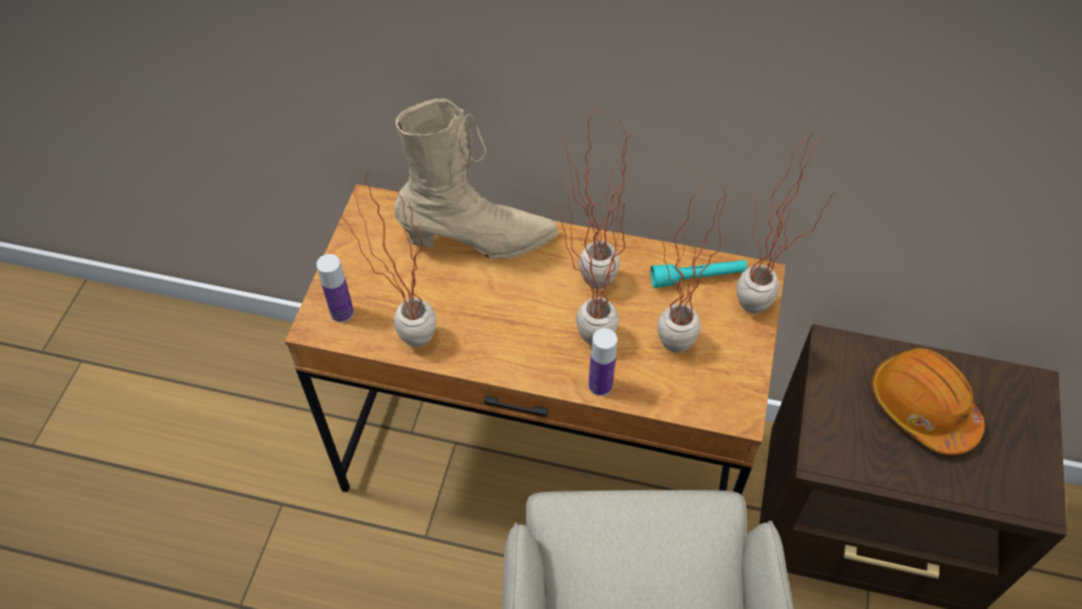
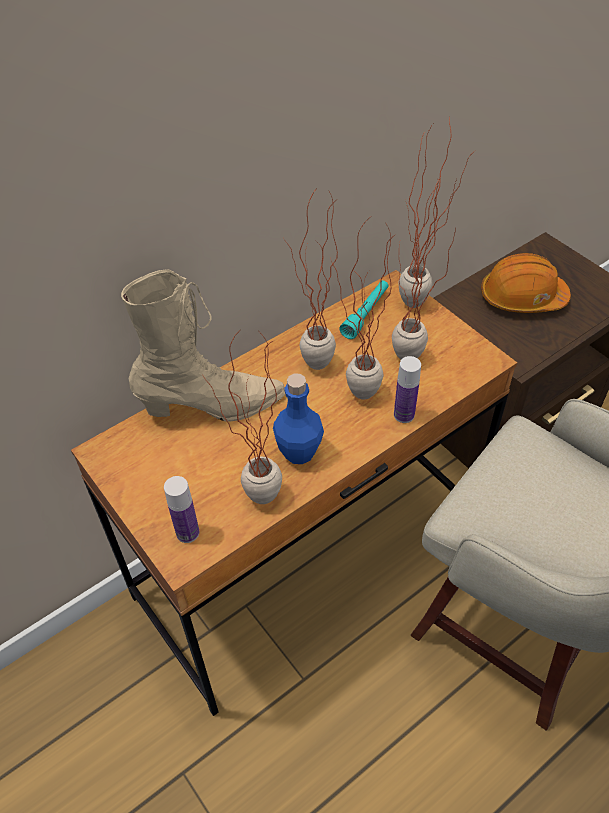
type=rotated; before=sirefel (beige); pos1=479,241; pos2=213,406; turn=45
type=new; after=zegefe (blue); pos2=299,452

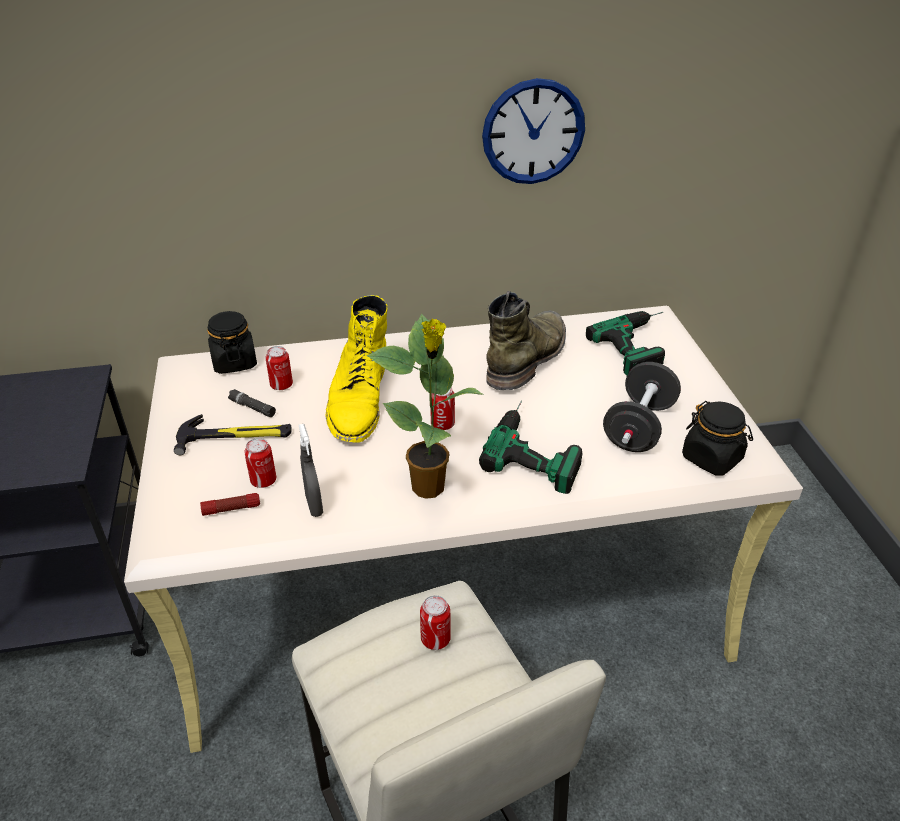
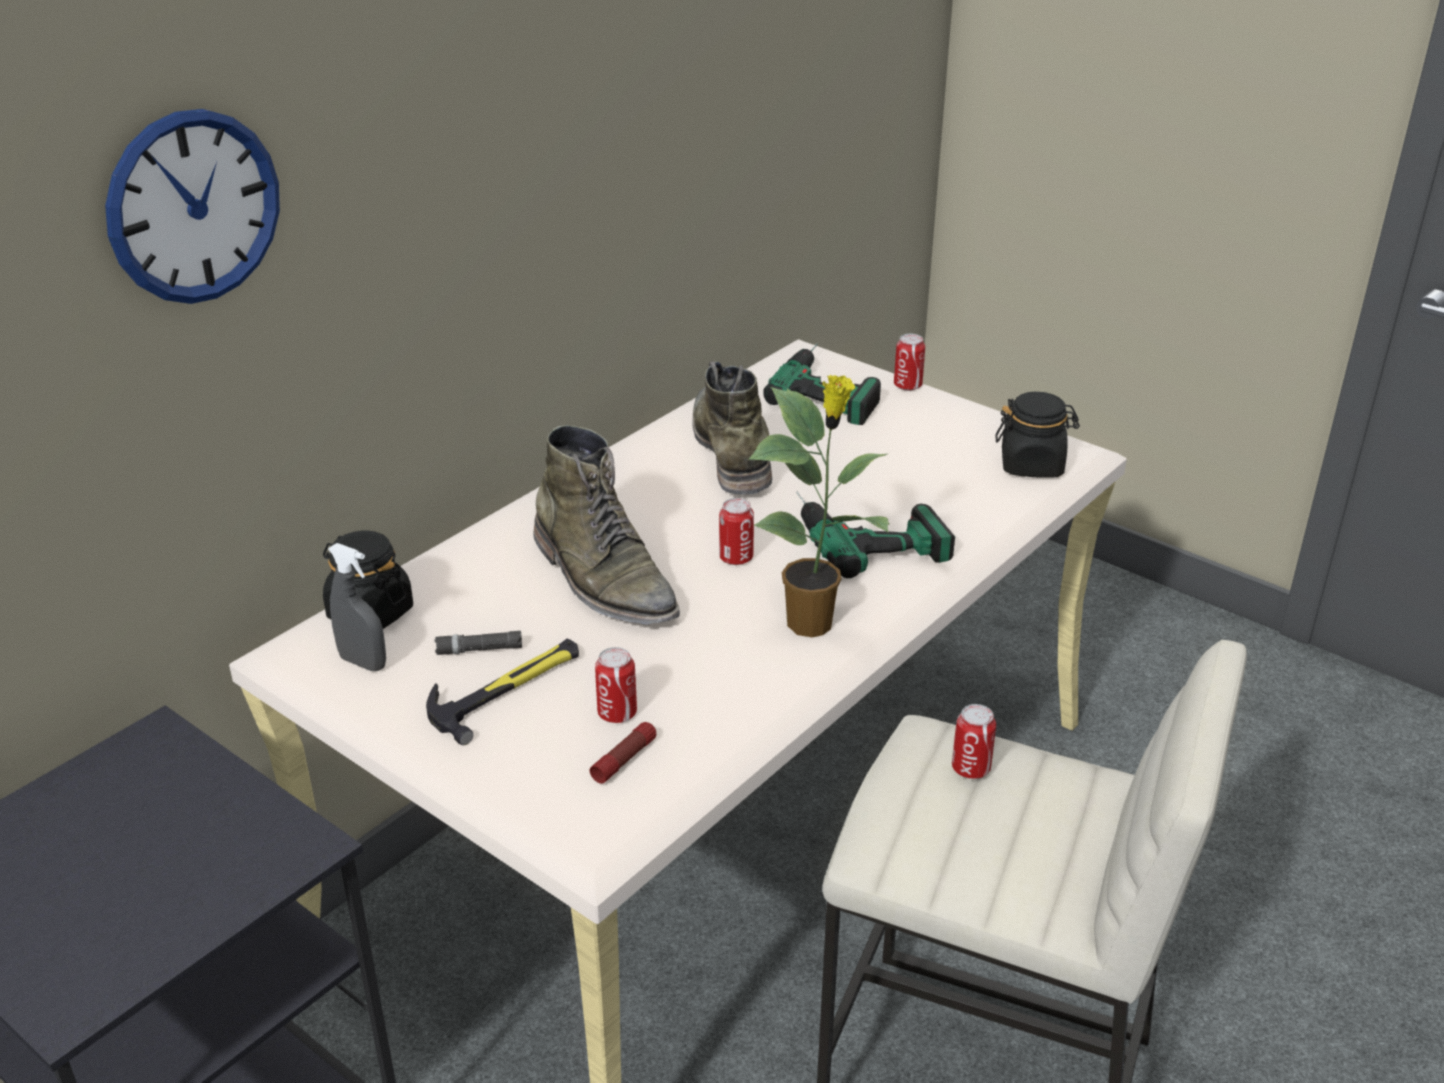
type=shifted; before=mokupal; pos1=533,132; pos2=194,207
type=shifted; before=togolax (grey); pos1=314,505; pos2=363,662
type=repainted; before=sirefel (yellow); after=sirefel (green); pos1=359,400; pos2=603,579
type=shifted; before=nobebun; pos1=281,385; pos2=907,385
type=gone; before=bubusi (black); pos1=638,427

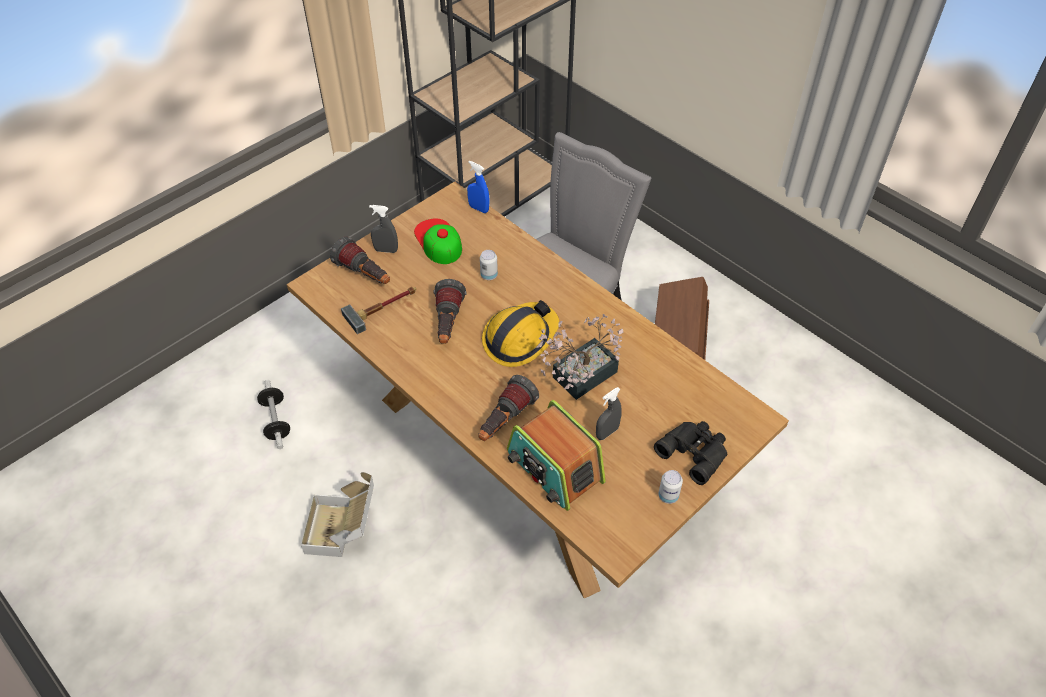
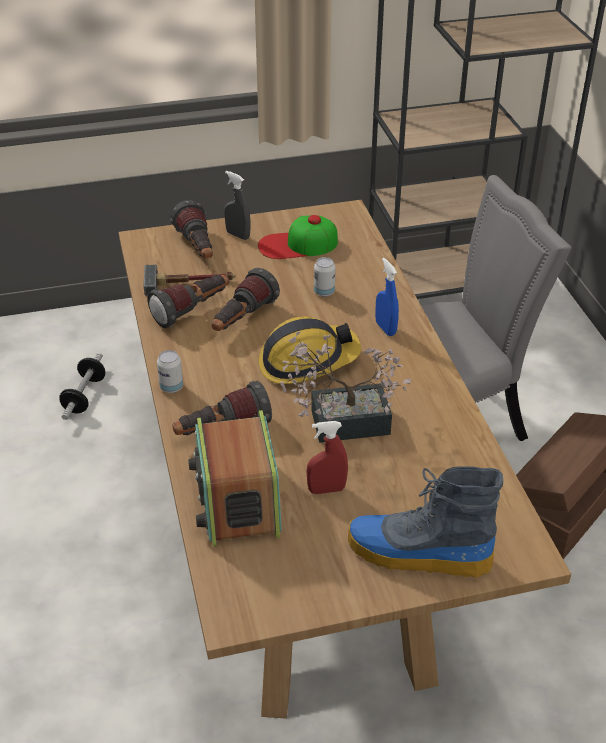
type=new; after=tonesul; pos2=193,311
type=shifted; before=nobebun; pos1=668,496; pos2=171,387
type=rotated; before=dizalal; pos1=438,241; pos2=297,244; turn=-105
type=repainted; before=togolax (grey); after=togolax (red); pos1=607,432; pos2=326,489
type=swapped; before=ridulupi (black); after=sirefel; pos1=695,451; pos2=417,554
type=shifted; before=togolax (blue); pos1=478,208; pos2=385,328
type=gone; before=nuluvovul; pos1=344,531

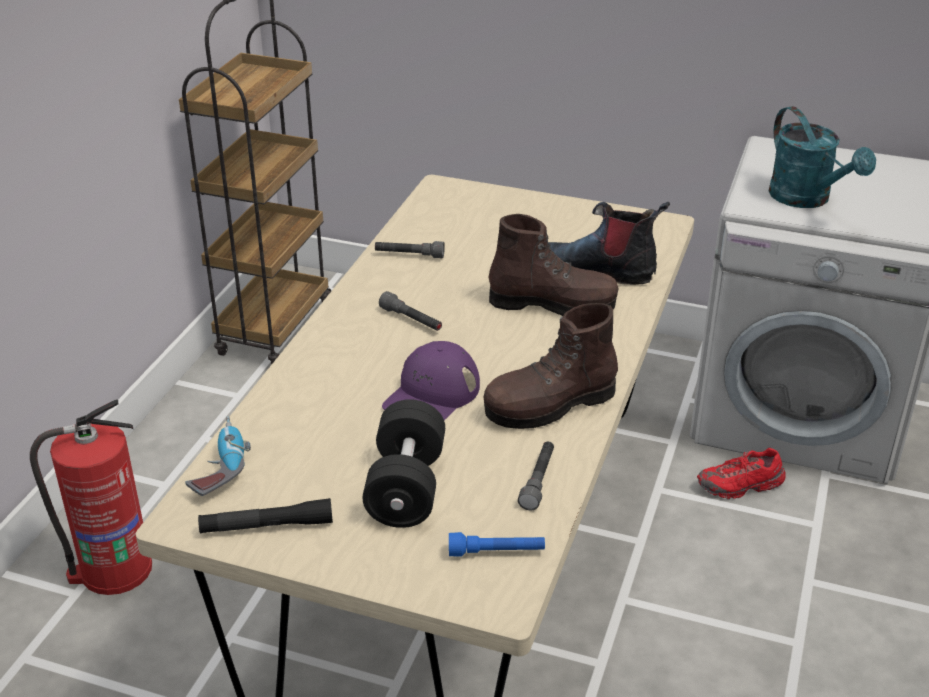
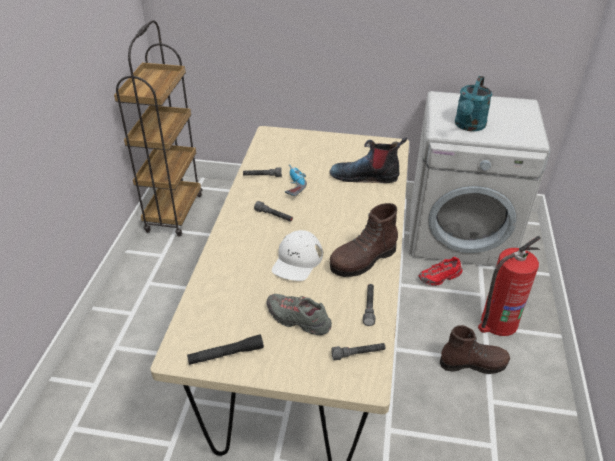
type=swapped; before=bubusi (black); after=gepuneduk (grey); pos1=406,487; pos2=298,320
type=repainted; before=dizalal (purple); after=dizalal (white); pos1=431,394; pos2=297,261
type=shifted; before=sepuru; pos1=219,466; pos2=292,185
type=repainted; before=tonesul (blue); after=tonesul (grey); pos1=496,552; pos2=358,354
type=shifted; before=sirefel (brown); pos1=553,304; pos2=473,363
type=rotated; before=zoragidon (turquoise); pos1=807,199; pos2=468,126; turn=60
type=shifted; before=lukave; pos1=114,570; pos2=498,322

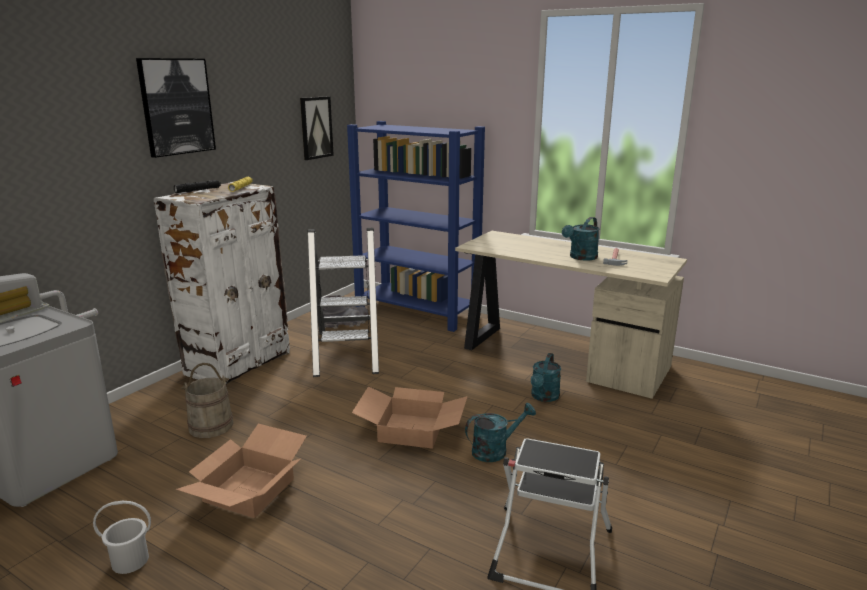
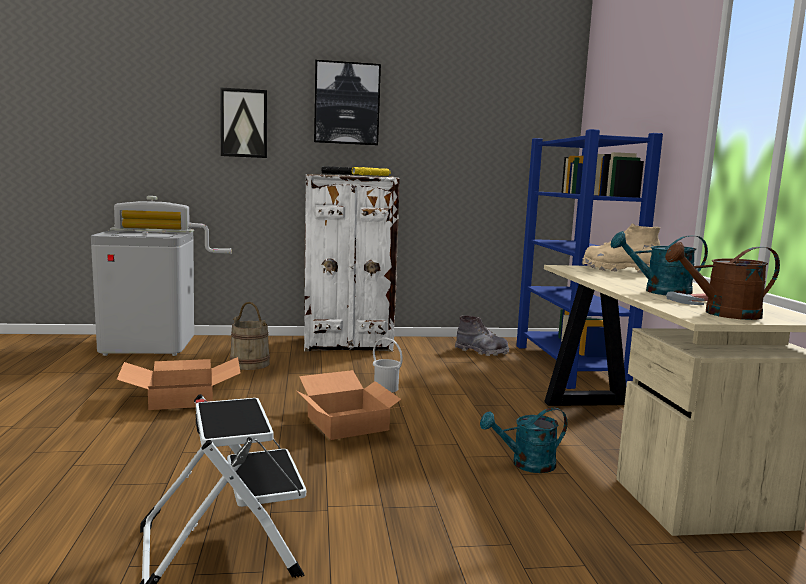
type=shifted; before=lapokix; pos1=316,127; pos2=244,123
type=shifted; before=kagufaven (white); pos1=130,560; pos2=386,388
type=new; after=sirefel (beige); pos2=619,270
type=new; after=zoragidon (brown); pos2=722,314
type=gone; before=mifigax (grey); pos1=347,351
type=gone; before=zoragidon (turquoise); pos1=495,450

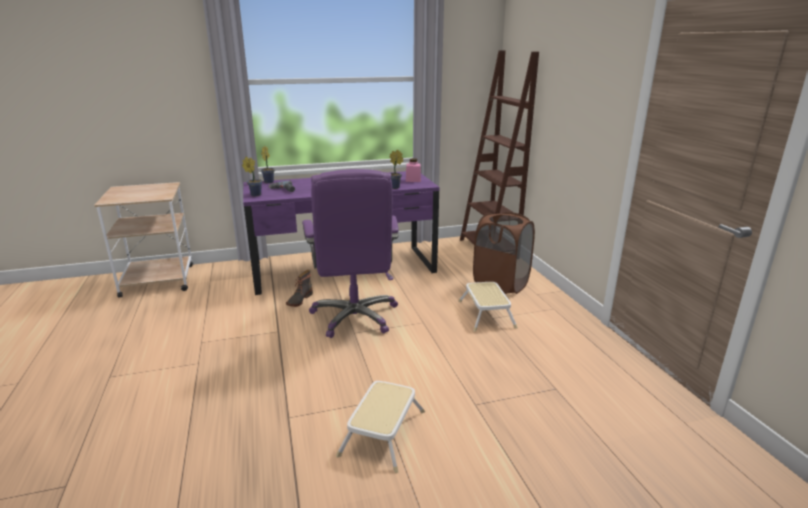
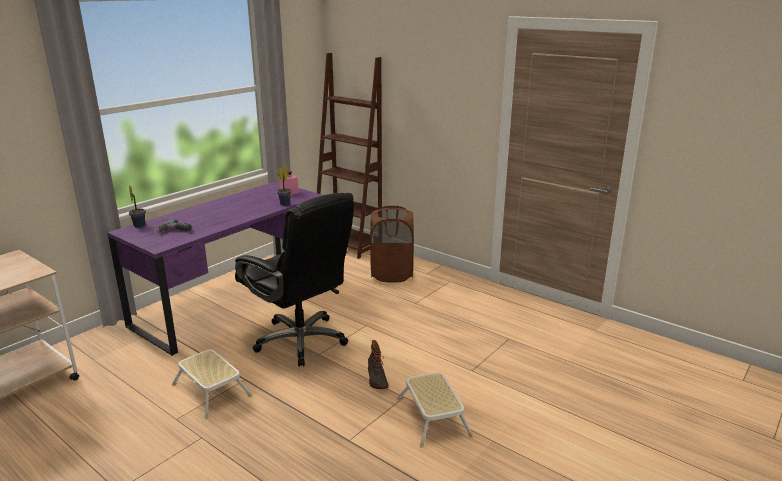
type=shifted; before=mifigax (beige); pos1=486,314; pos2=211,390
type=repainted; before=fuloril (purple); after=fuloril (black); pos1=354,315; pos2=299,339
type=shifted; before=sirefel; pos1=299,300; pos2=376,378
type=gone; before=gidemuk; pos1=254,195

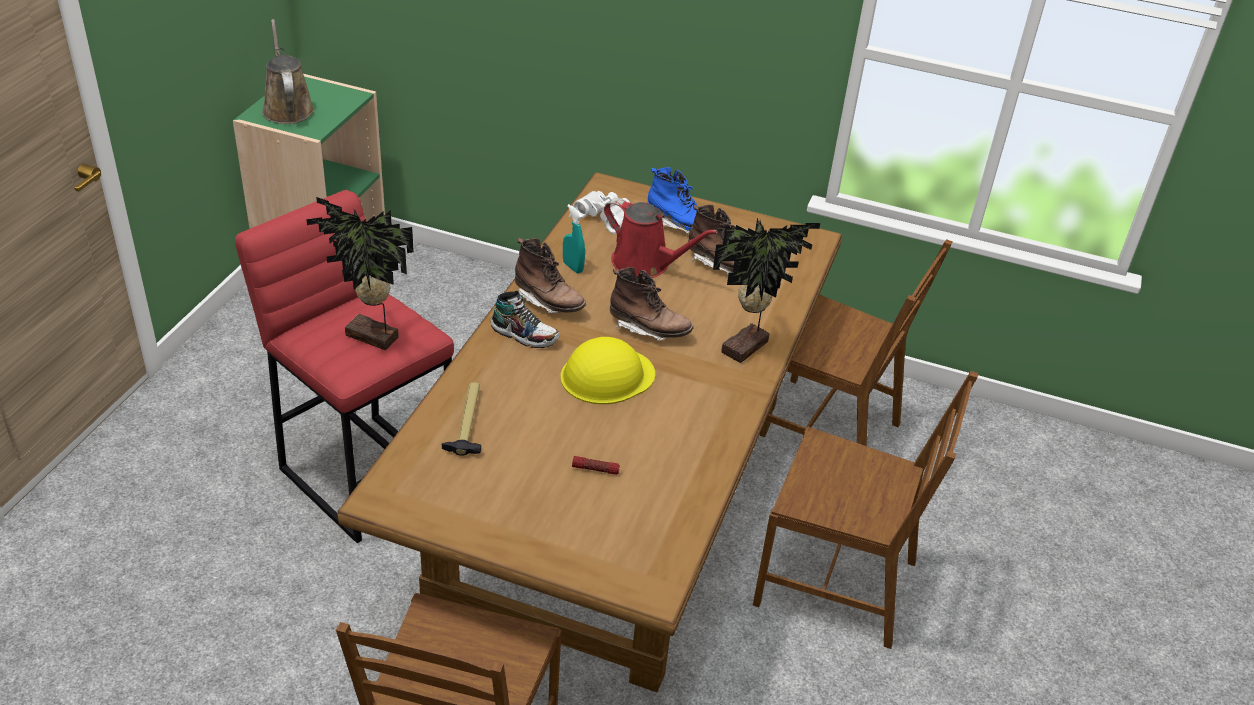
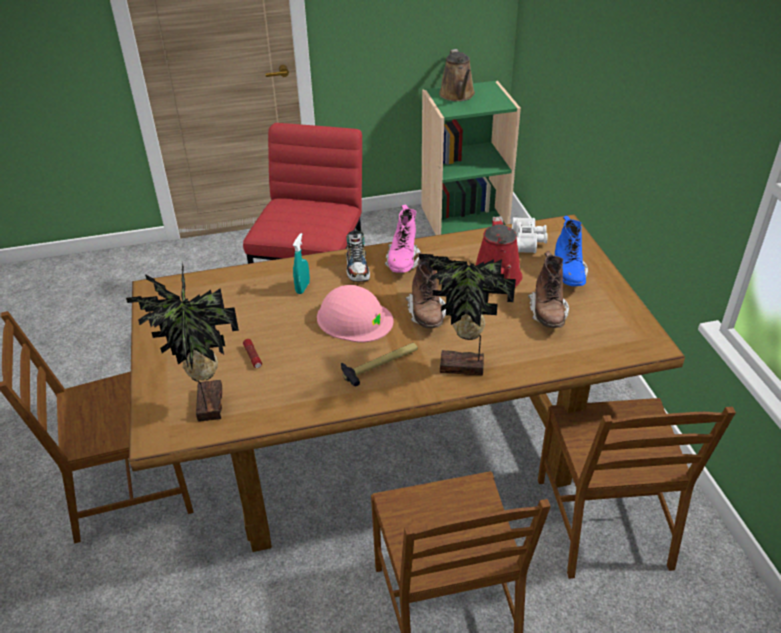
type=shifted; before=gidemuk; pos1=371,339; pos2=206,405
type=shifted; before=togolax (turquoise); pos1=573,267; pos2=302,288
type=repainted; before=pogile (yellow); after=pogile (pink); pos1=607,375; pos2=354,319
type=shifted; before=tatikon; pos1=467,422; pos2=380,365
type=repainted; before=sirefel (brown); after=sirefel (pink); pos1=548,302; pos2=403,261
type=rotated; before=zoragidon (brown); pos1=287,108; pos2=458,95; turn=135

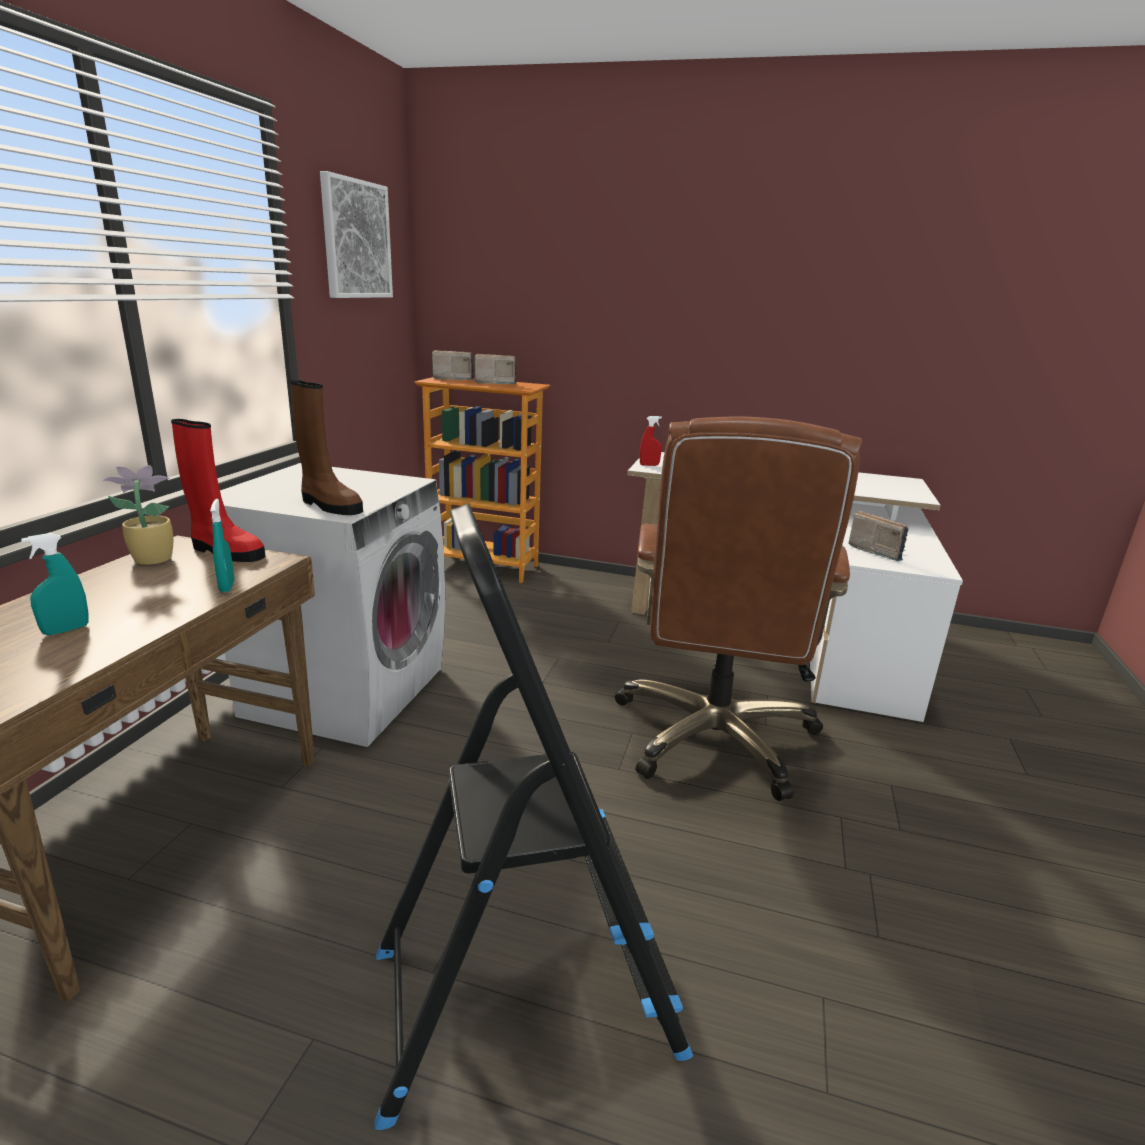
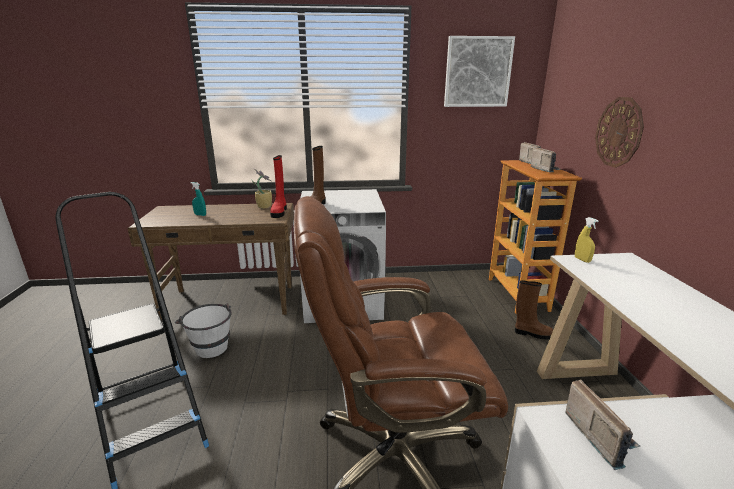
type=new; after=kagufaven (white); pos2=209,345
type=new; after=sirefel (brown); pos2=532,333
type=rotated; before=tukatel; pos1=877,551; pos2=599,435; turn=-45
type=repainted; before=togolax (red); after=togolax (yellow); pos1=649,465; pos2=582,260
type=new; after=mokupal; pos2=619,132
type=gone; before=togolax (turquoise); pos1=227,586

